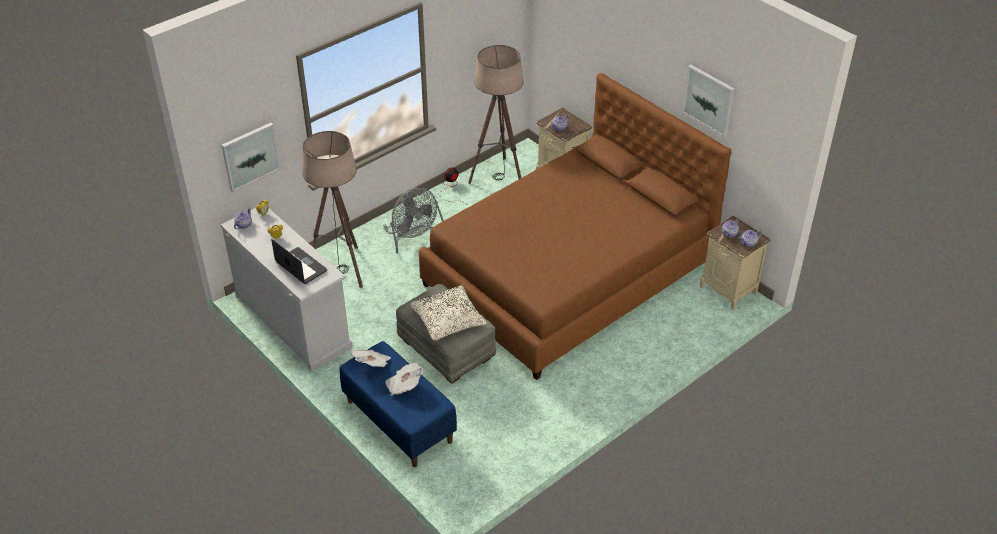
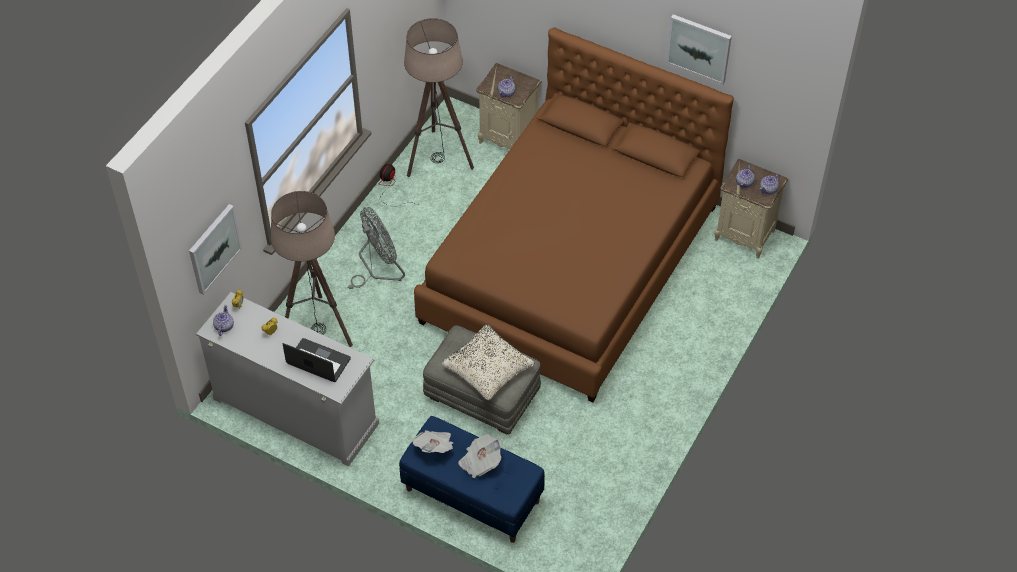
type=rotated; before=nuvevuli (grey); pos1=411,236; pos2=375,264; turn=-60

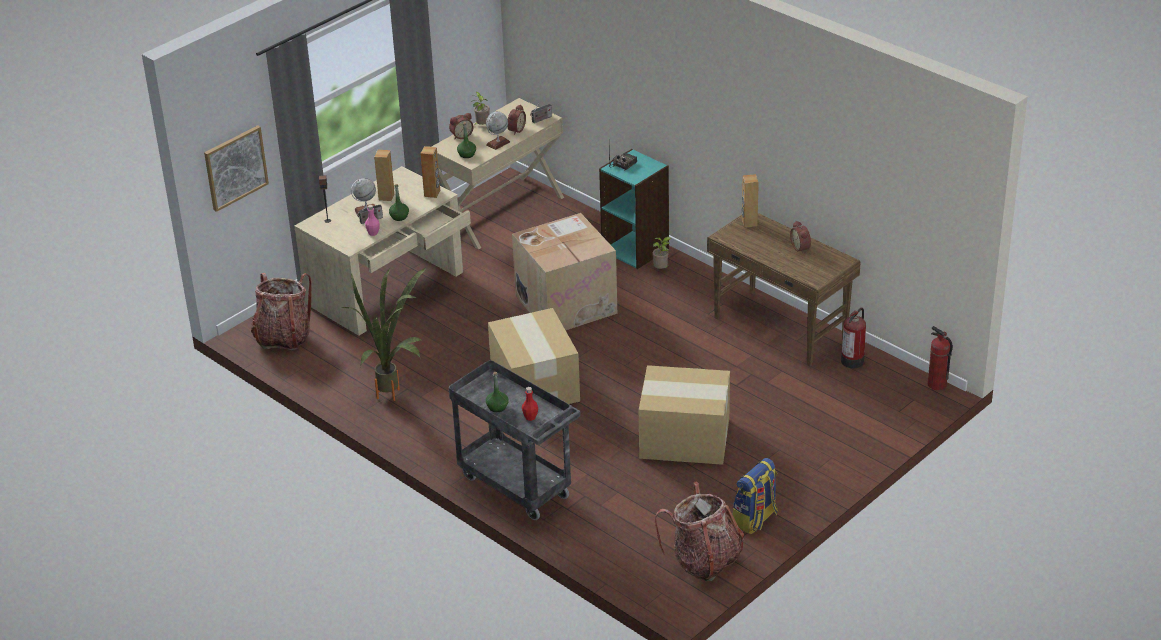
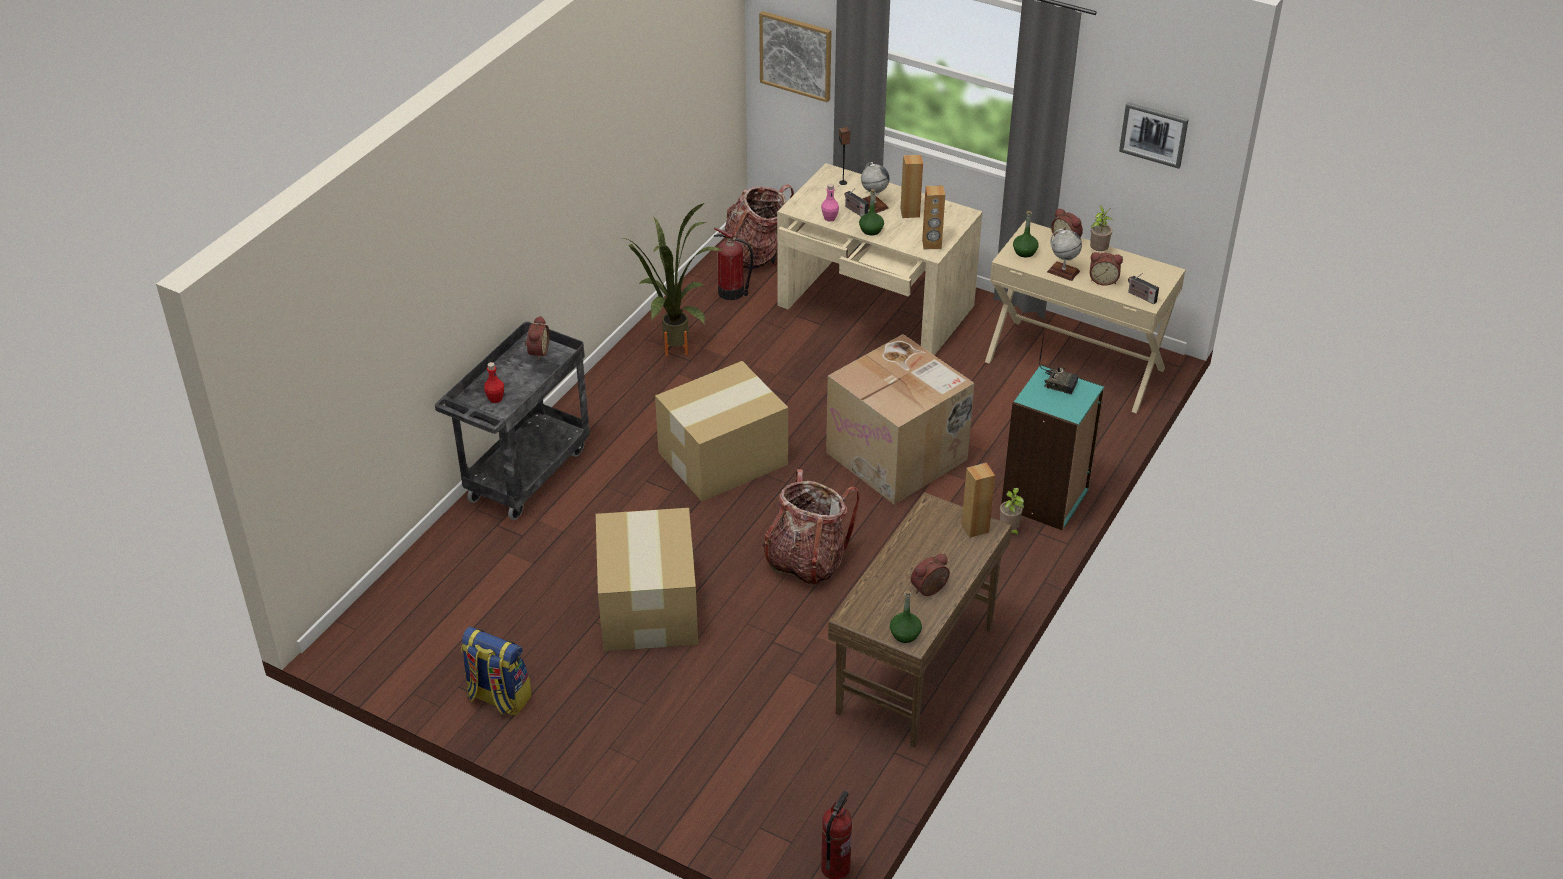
type=new; after=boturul; pos2=537,351
type=shifted; before=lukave; pos1=853,360; pos2=733,292
type=shifted; before=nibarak; pos1=703,561; pos2=806,560
type=shifted; before=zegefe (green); pos1=497,407; pos2=905,634
type=new; after=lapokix; pos2=1154,134

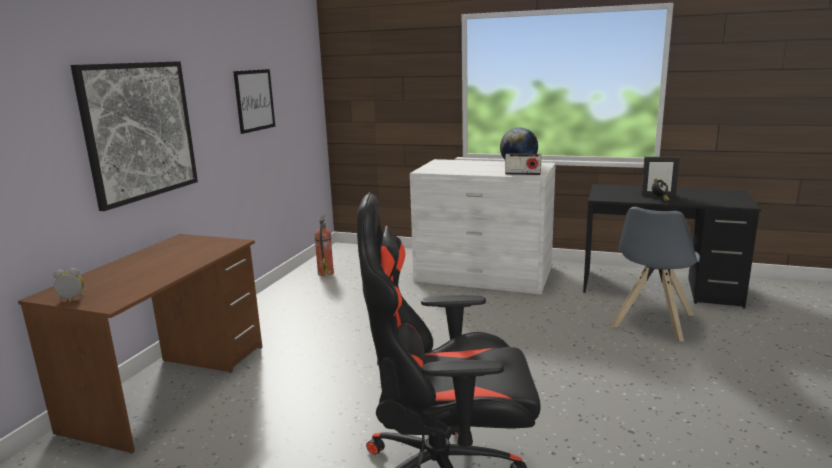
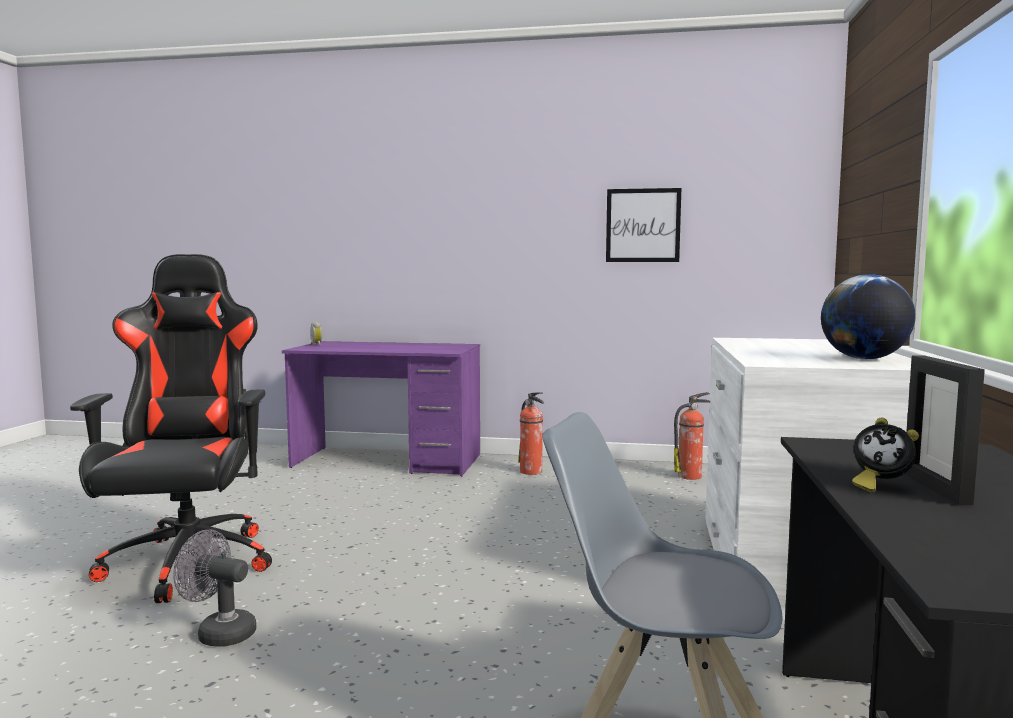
type=new; after=nuvevuli (grey); pos2=219,633
type=repainted; before=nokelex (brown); after=nokelex (purple); pos1=171,386; pos2=387,461
type=new; after=lukave; pos2=531,472
type=gone; before=lapokix; pos1=139,131
type=gone; before=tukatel; pos1=522,174

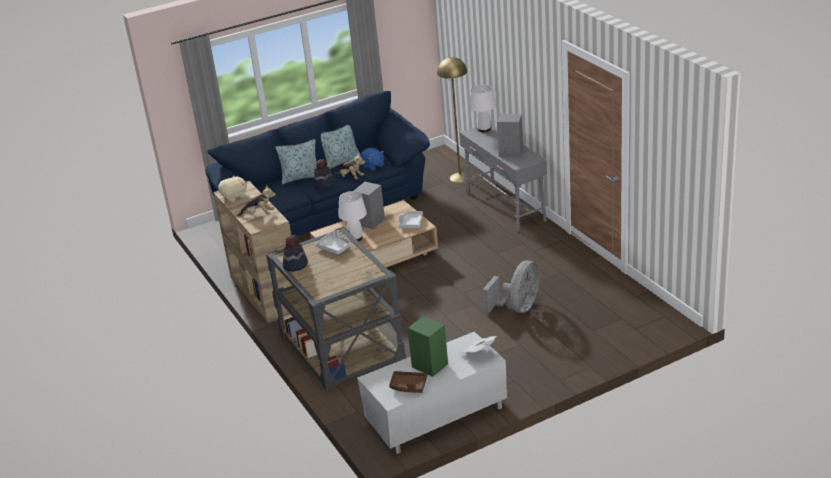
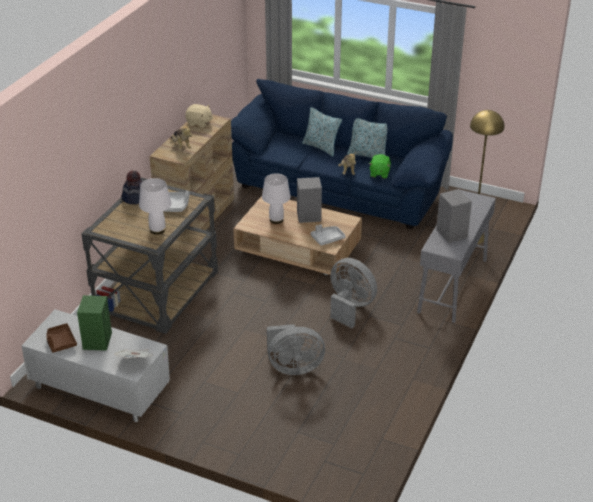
type=shifted; before=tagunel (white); pos1=484,129; pos2=157,230
type=new; after=nuvevuli (grey); pos2=350,307
type=repainted; before=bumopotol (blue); after=bumopotol (green); pos1=373,166; pos2=379,173
type=gone; before=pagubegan; pos1=323,184

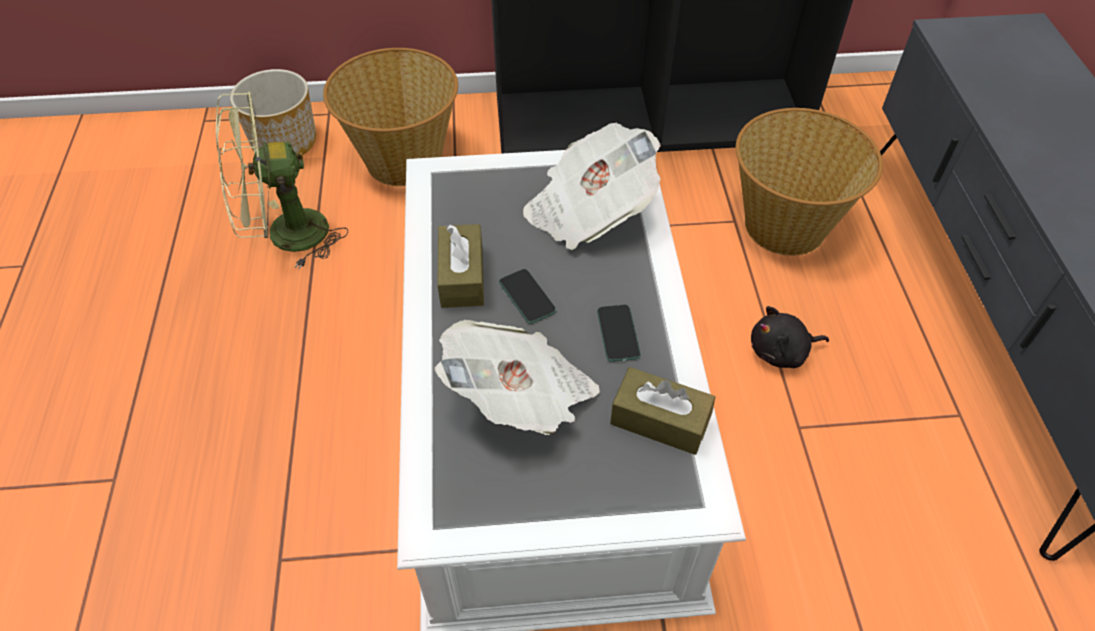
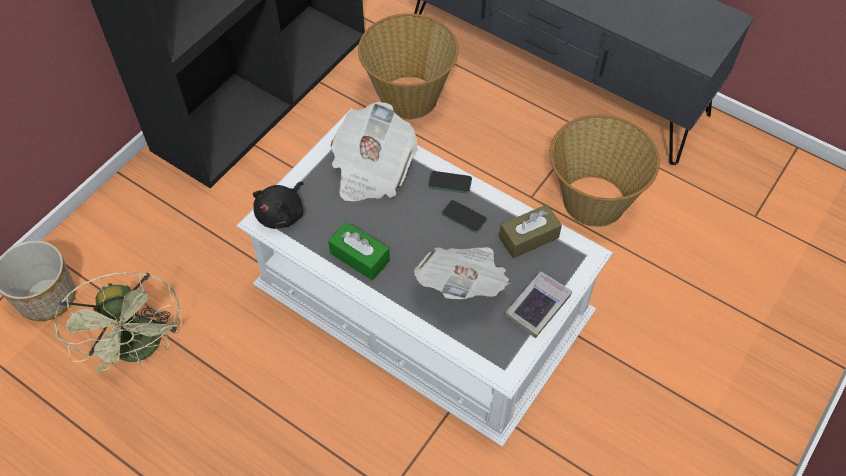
type=rotated; before=nuvevuli (green); pos1=285,236; pos2=141,349; turn=-45
type=shifted; before=bumopotol (black); pos1=781,352; pos2=282,213
type=repainted; before=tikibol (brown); after=tikibol (green); pos1=462,276; pos2=360,257
type=shifted; before=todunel; pos1=527,297; pos2=449,182
type=new; after=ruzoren; pos2=537,306
type=shifted; before=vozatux; pos1=403,159; pos2=592,201

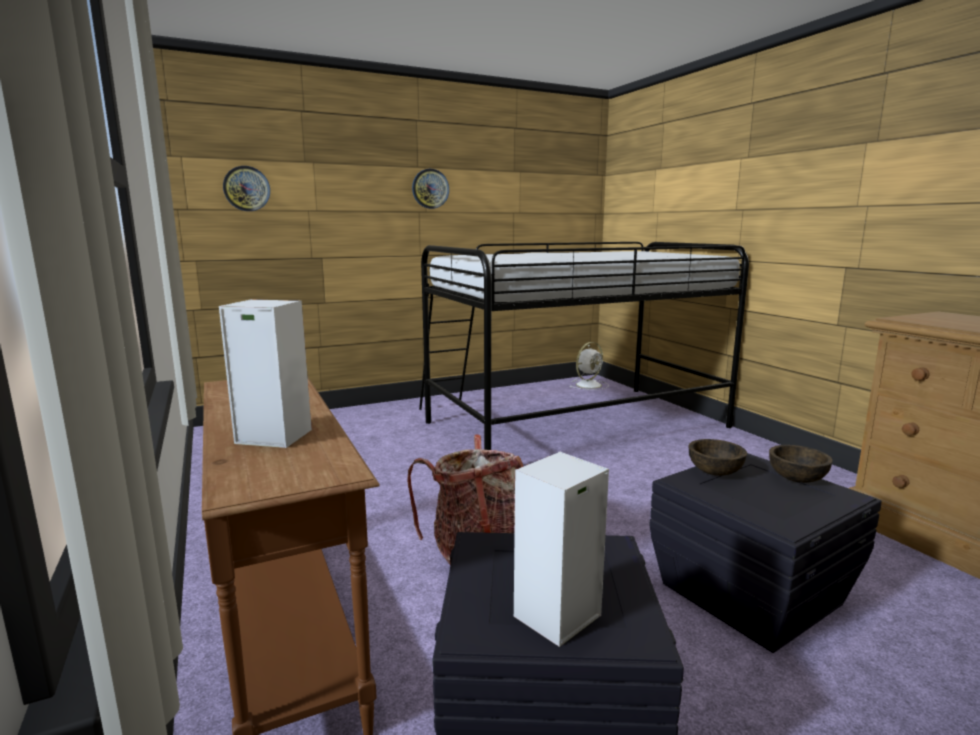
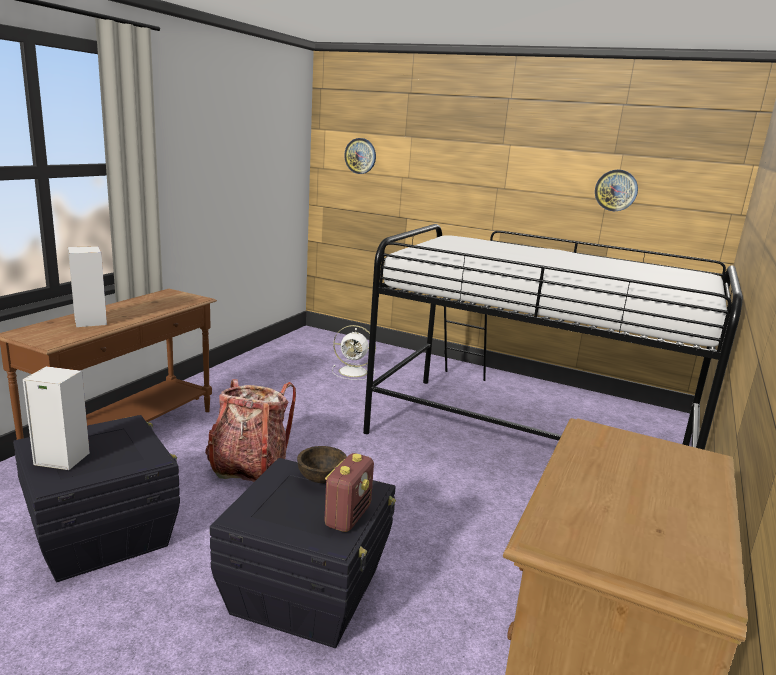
type=swapped; before=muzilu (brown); after=tukatel; pos1=796,479; pos2=348,516
type=shifted; before=nuvevuli (white); pos1=589,385; pos2=354,372
type=shifted; before=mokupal; pos1=430,188; pos2=616,190

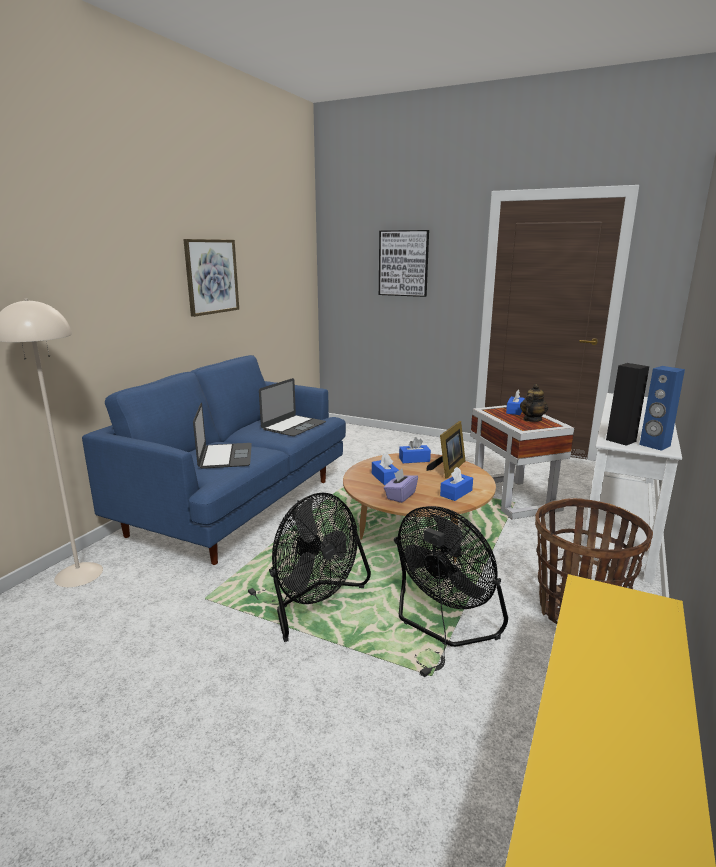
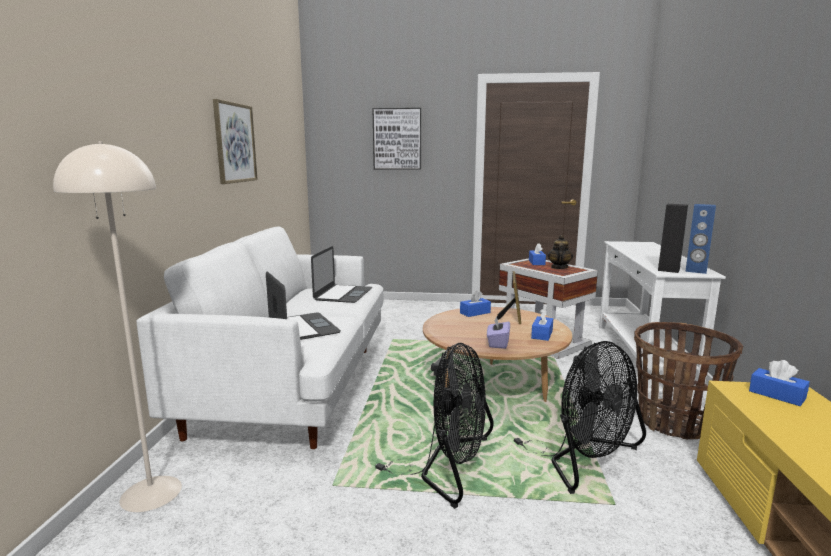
type=repainted; before=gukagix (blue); after=gukagix (white); pos1=237,508; pos2=293,389
type=rotated; before=nuvevuli (black); pos1=438,627; pos2=581,460; turn=120
type=shifted; before=tikibol (blue); pos1=385,478; pos2=777,395

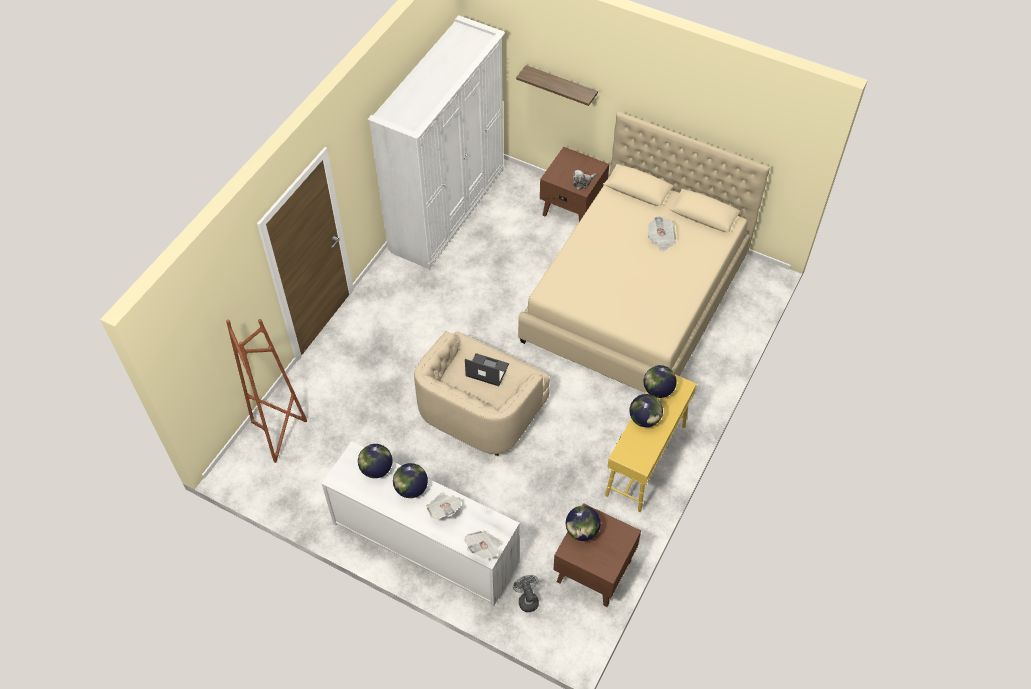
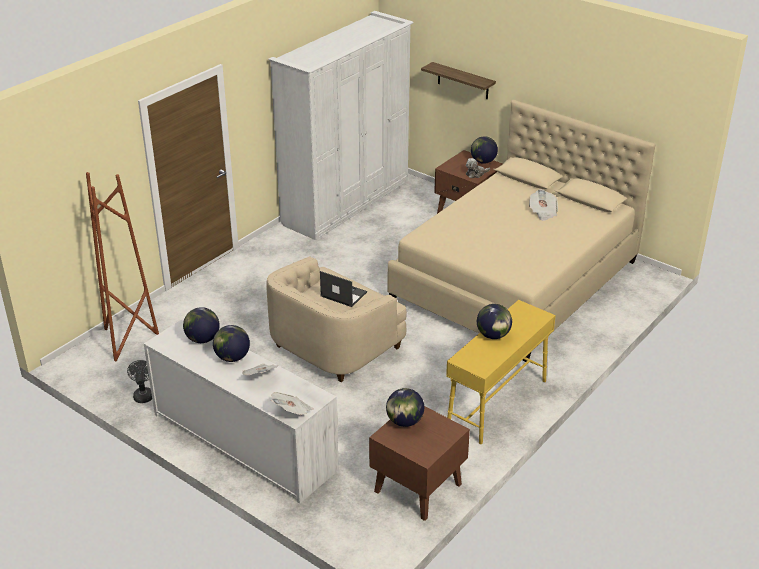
type=shifted; before=nuvevuli (grey); pos1=527,599; pos2=143,394
type=shifted; before=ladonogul; pos1=658,390; pos2=483,161

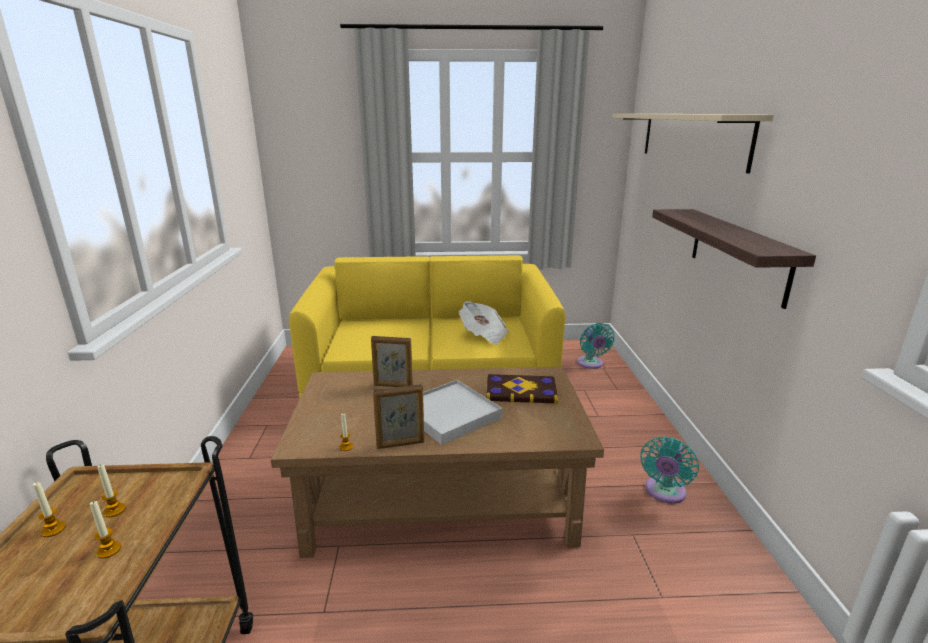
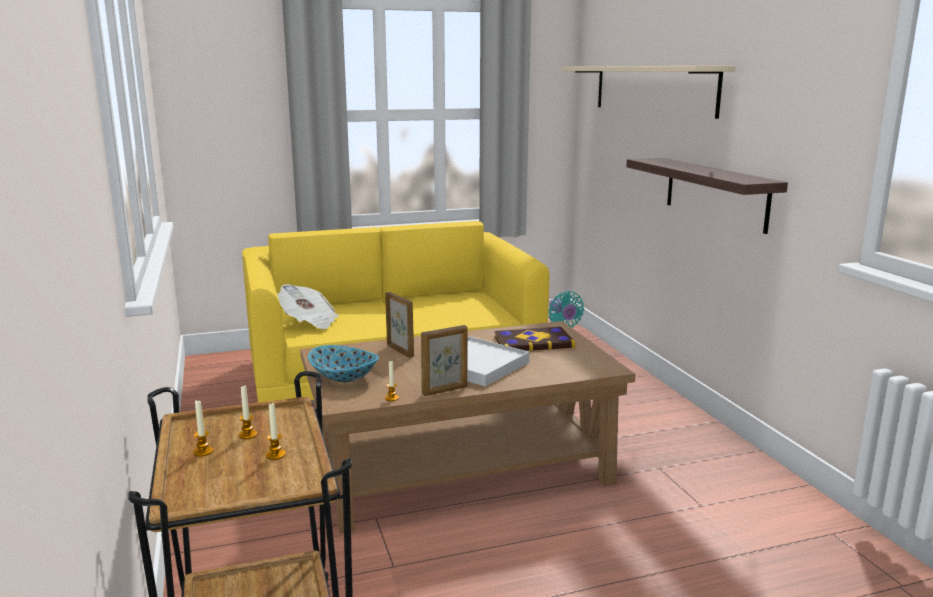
type=shifted; before=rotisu; pos1=484,335; pos2=309,322
type=new; after=muzilu; pos2=344,378
type=rotated; before=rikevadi; pos1=393,386; pos2=400,351; turn=-120
type=gone; before=nuvevuli (turquoise); pos1=664,493

